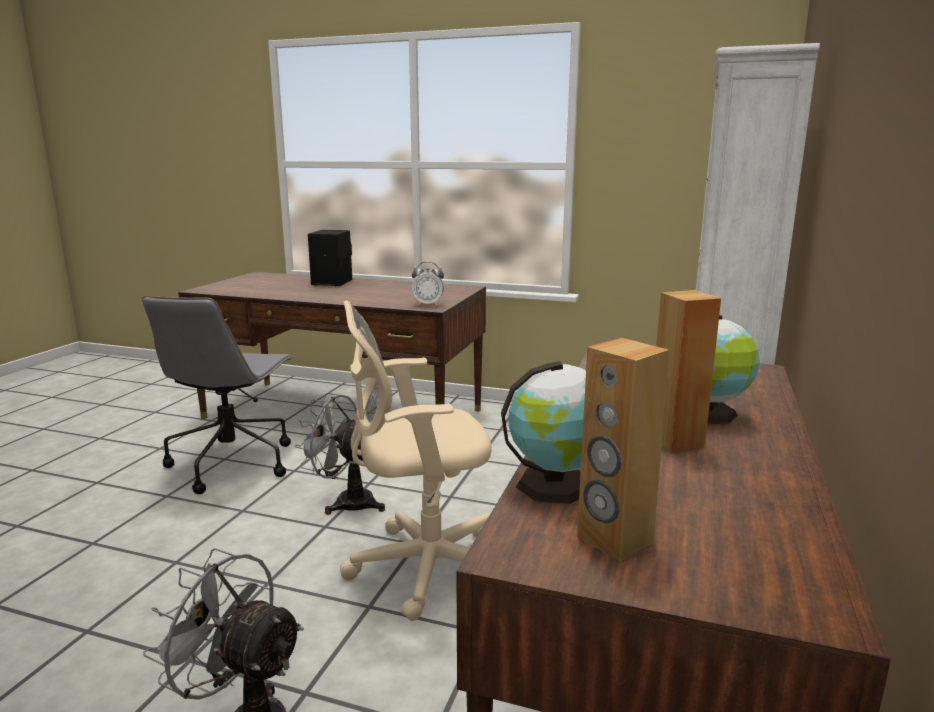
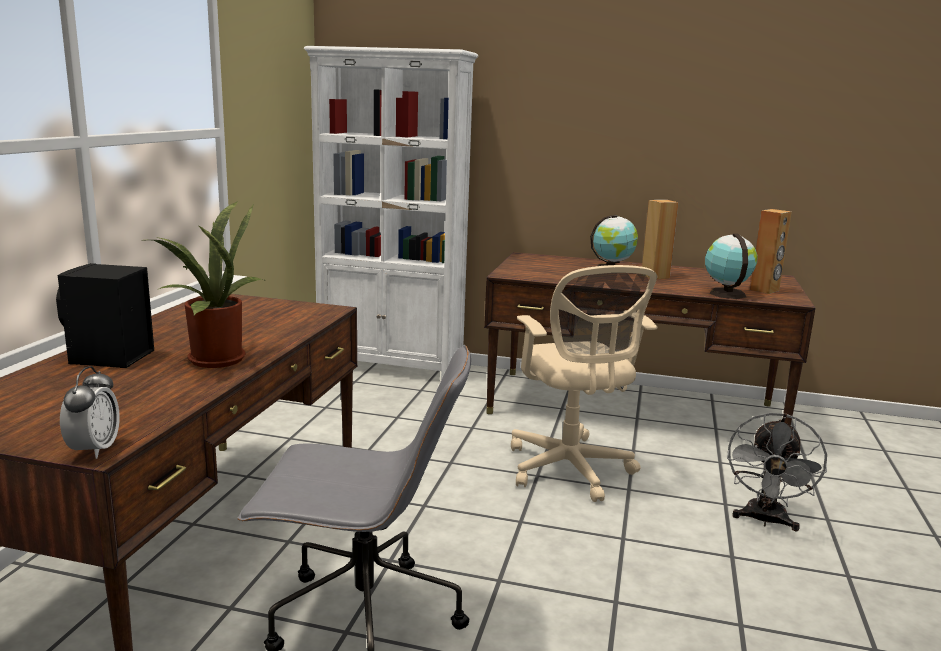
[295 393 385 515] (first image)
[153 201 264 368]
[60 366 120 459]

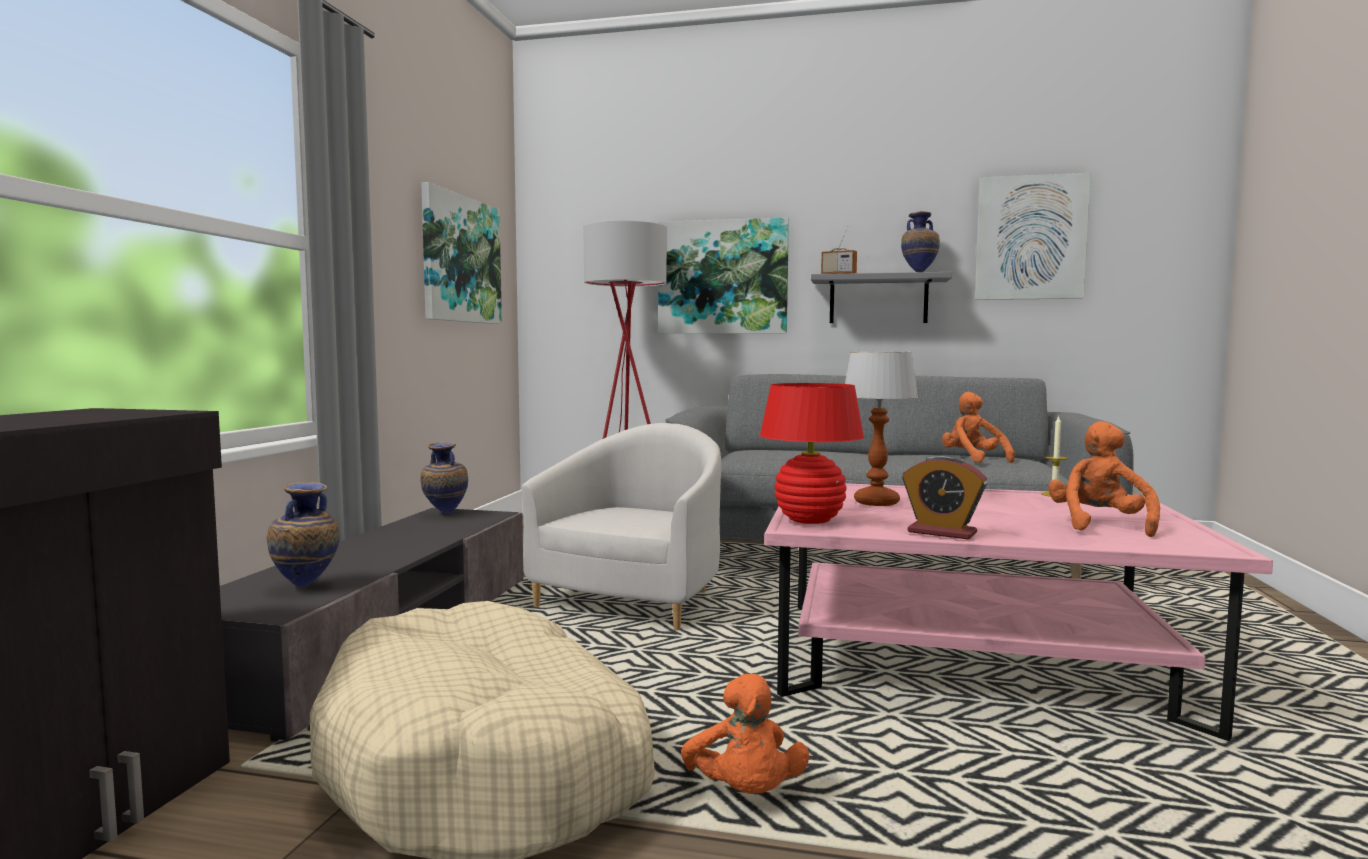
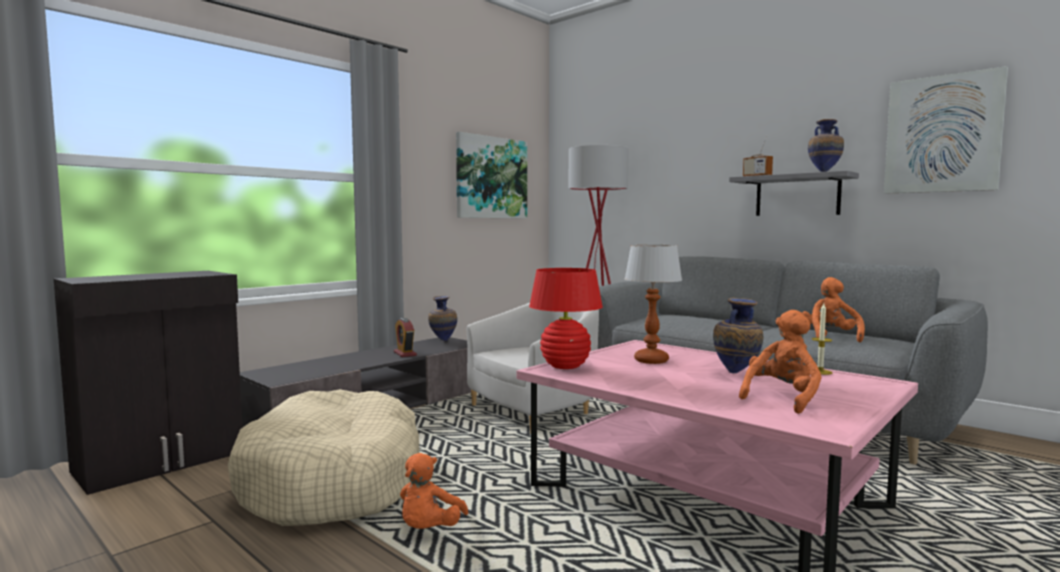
[658 217 789 334] (first image)
[713 298 763 373]
[394 318 417 357]

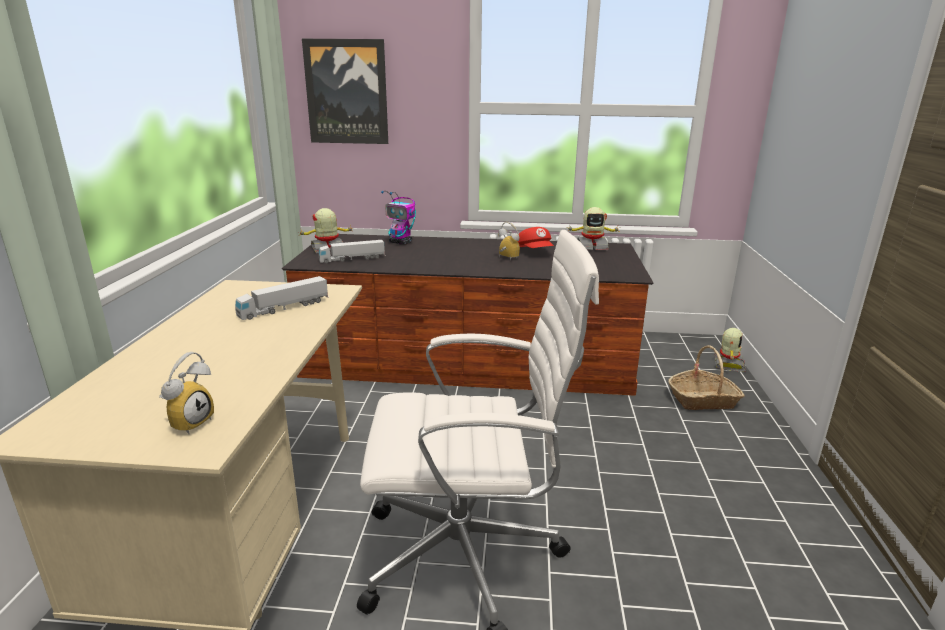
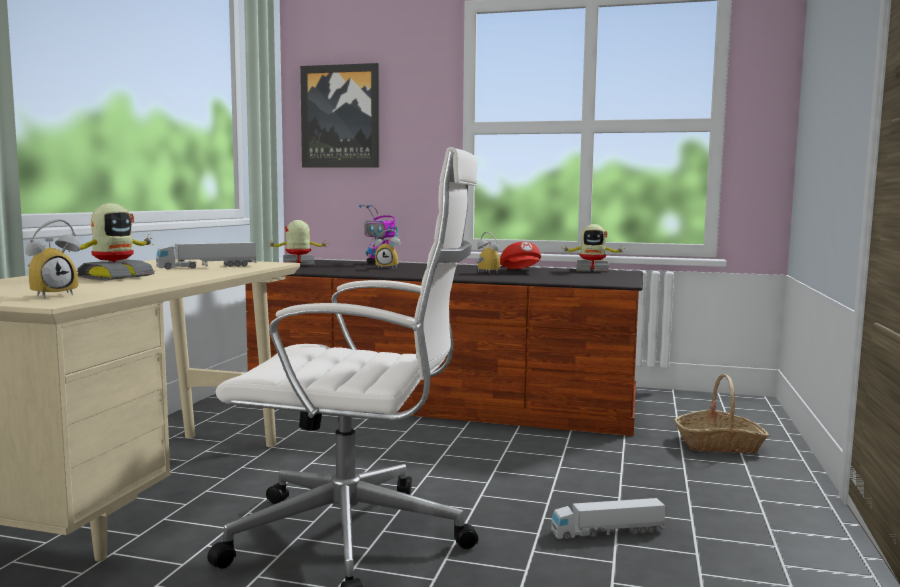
[375 229 401 269]
[551 498 665 540]
[69 203 155 281]

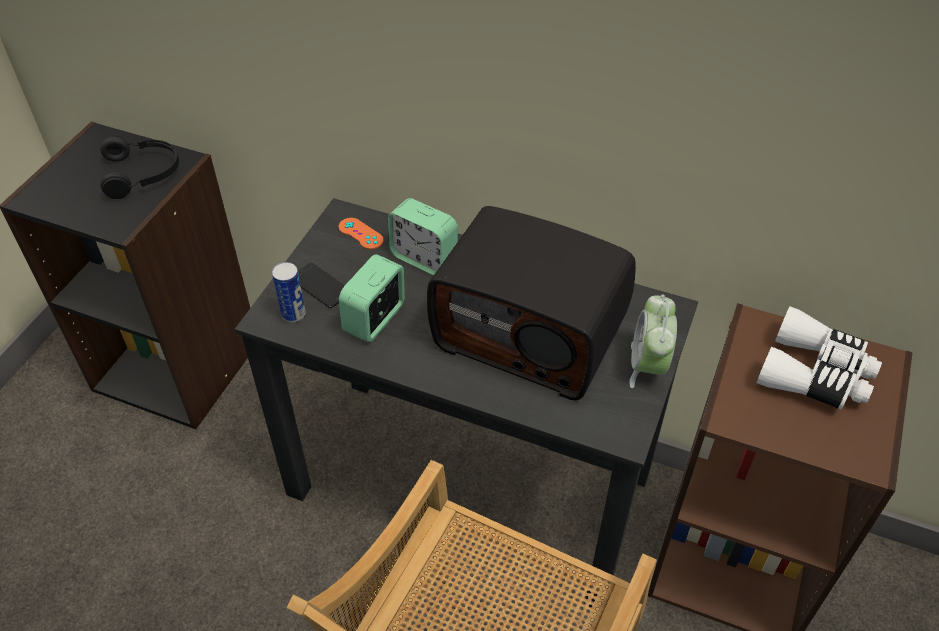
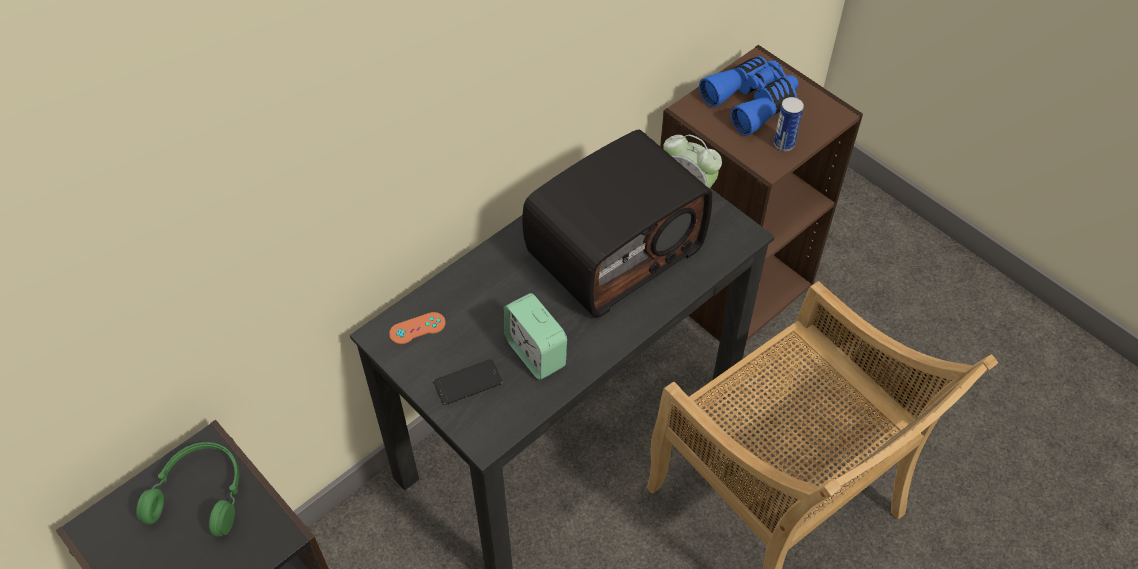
[388 198 458 276] (first image)
[774 97 804 151]
[136 442 239 536]
[699 56 799 136]

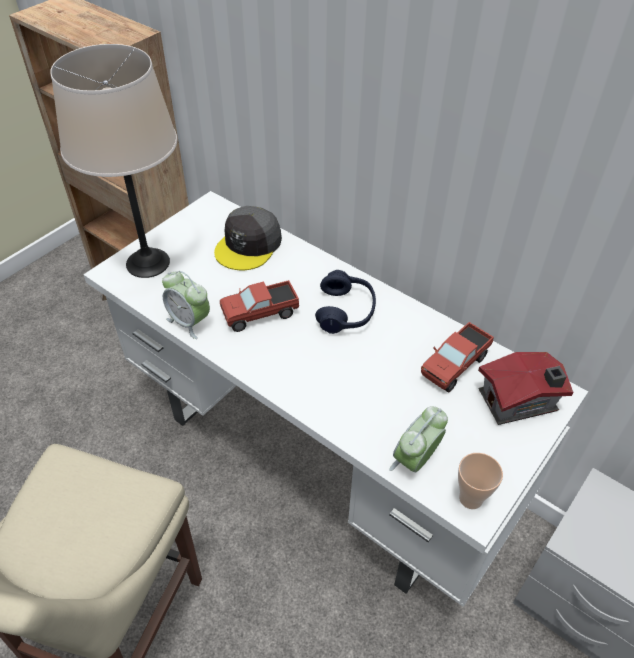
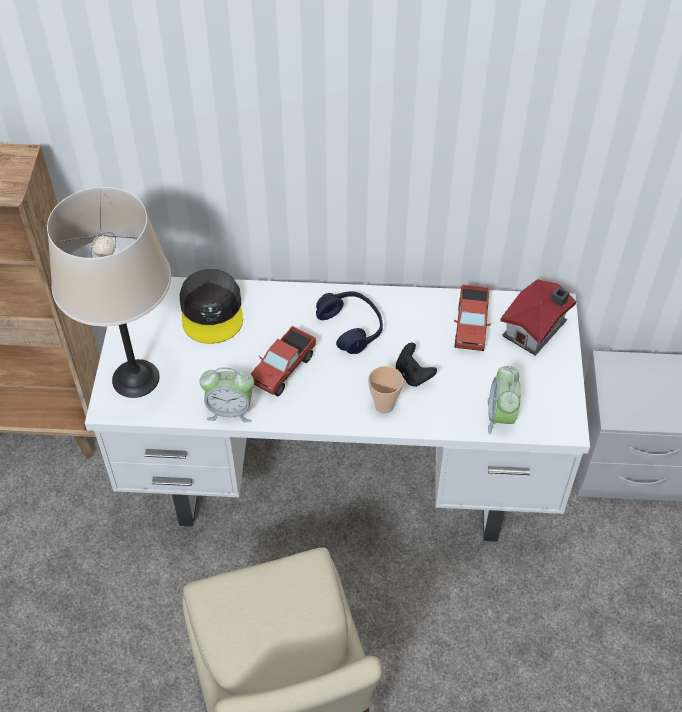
[396 343 437 387]
[368 366 403 414]

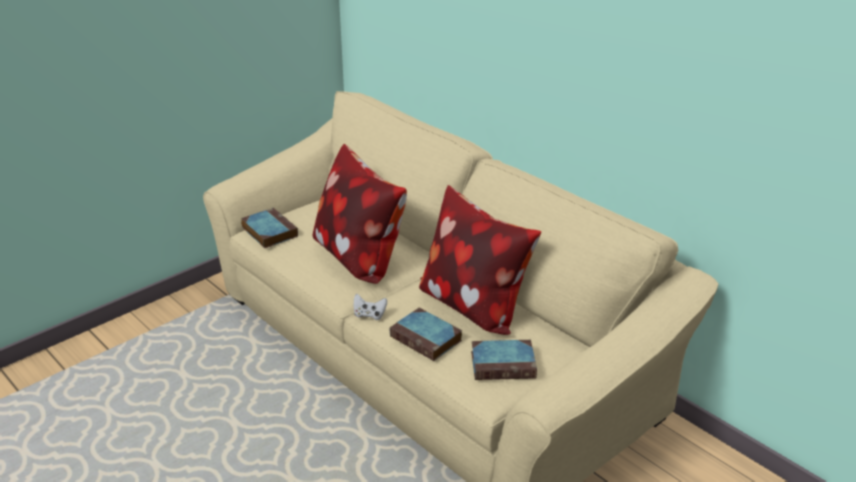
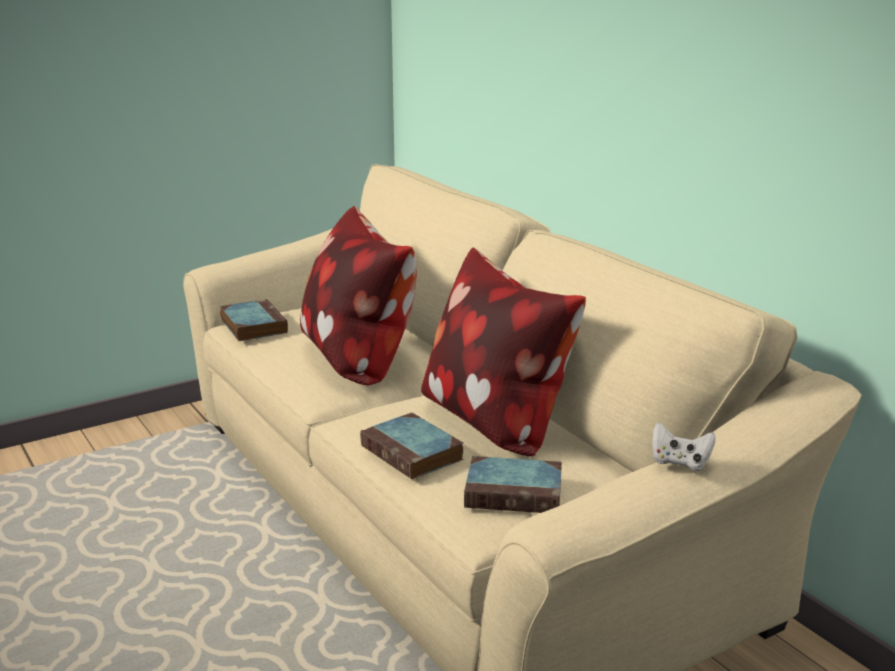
[652 422 716 471]

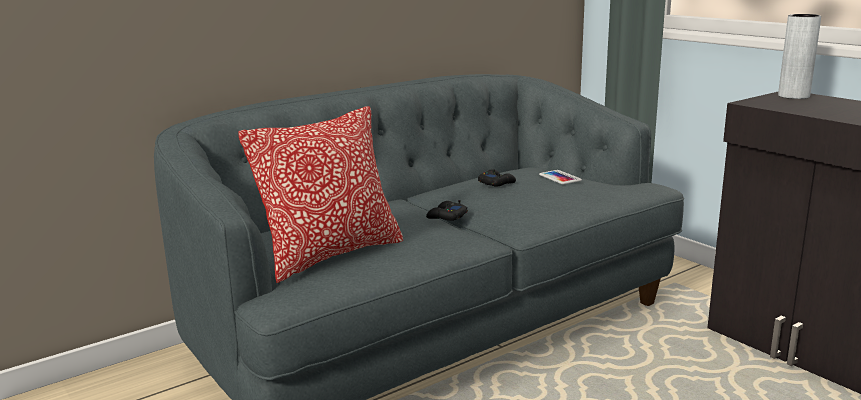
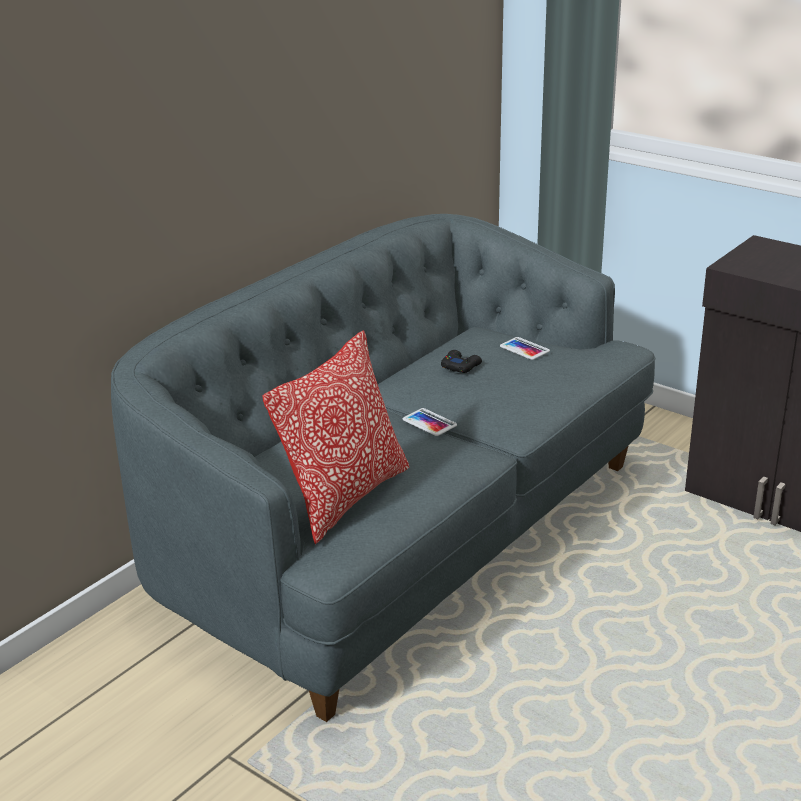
[778 14 821 99] (first image)
[403 408 457 436]

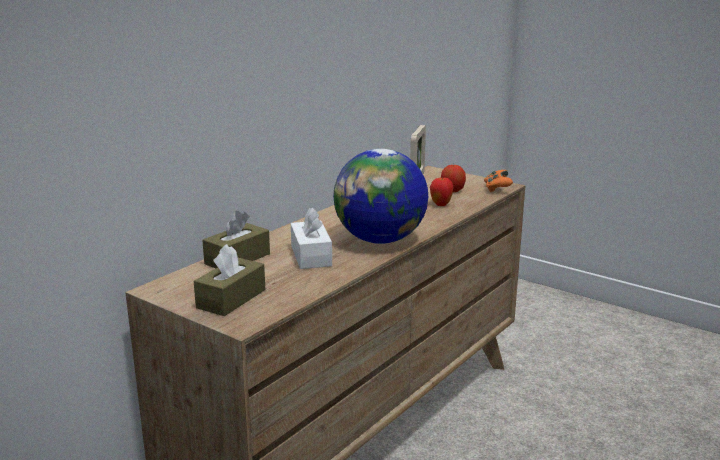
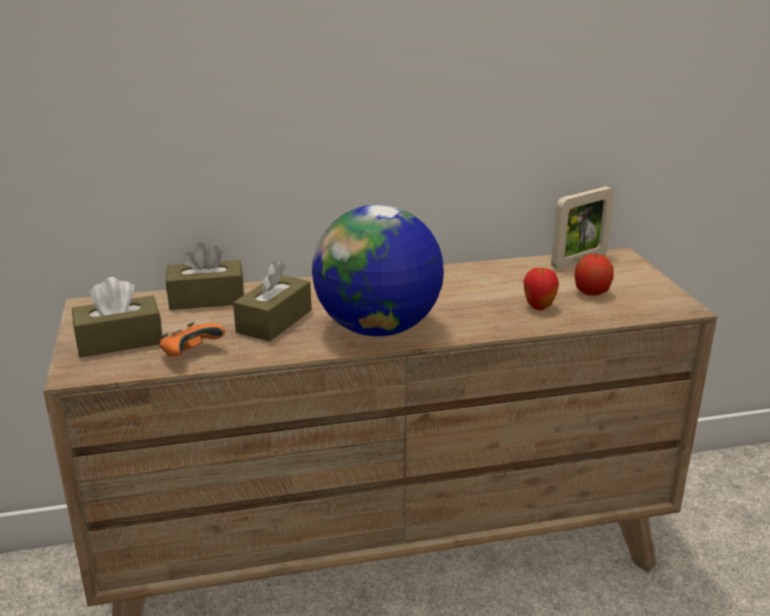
[159 322 225 357]
[233 261 312 342]

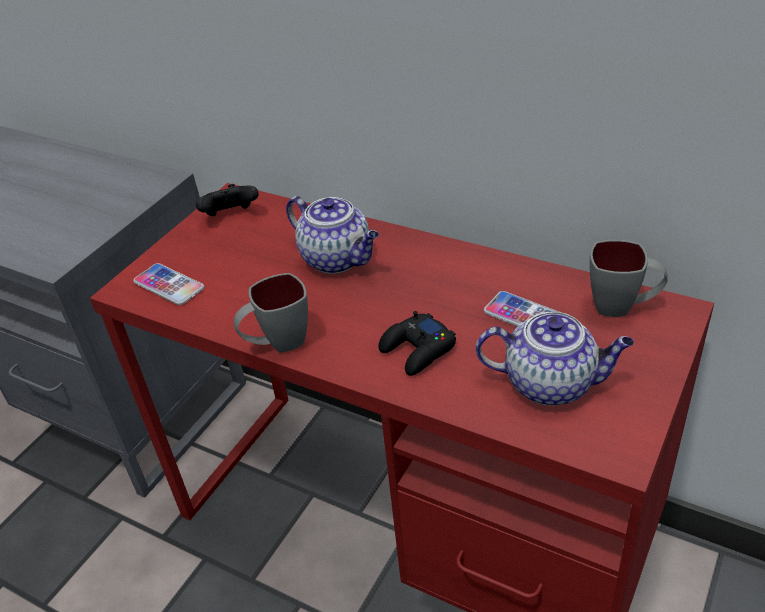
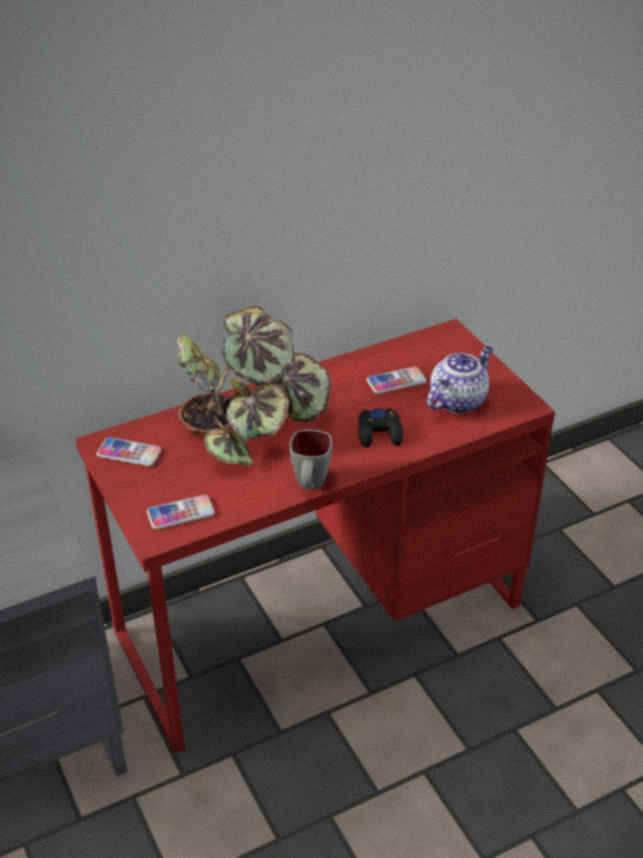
[589 240 668 317] (first image)
[96 437 161 466]
[177 306 332 466]

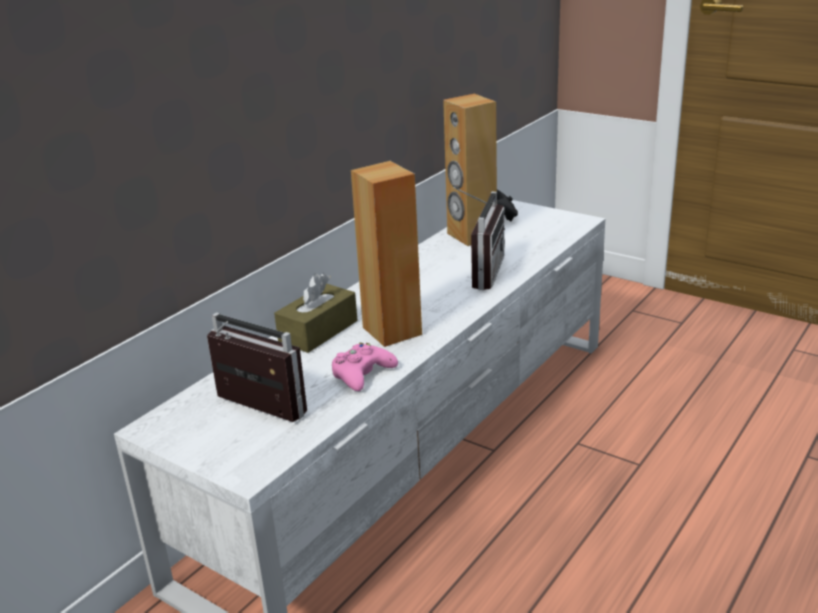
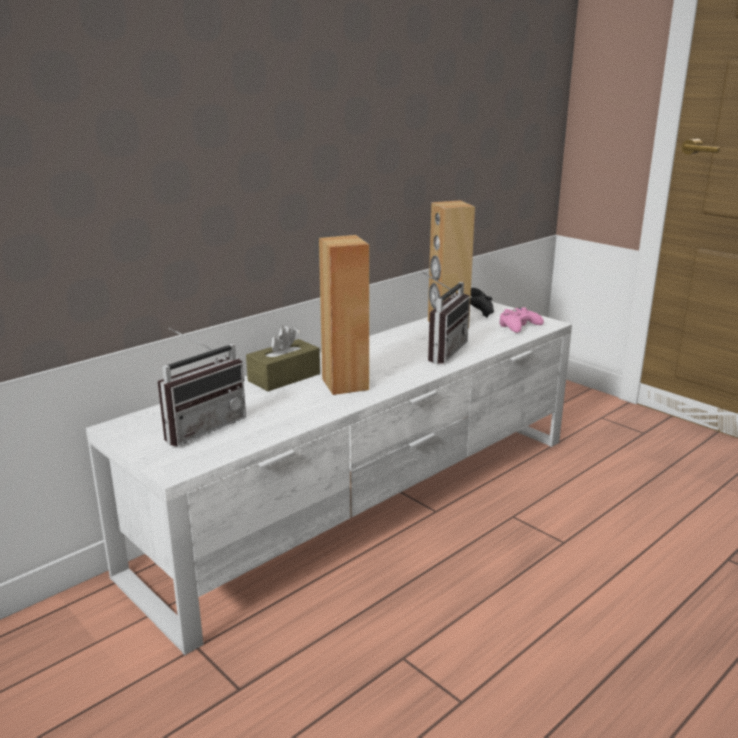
[499 307 544 333]
[158 328 246 446]

